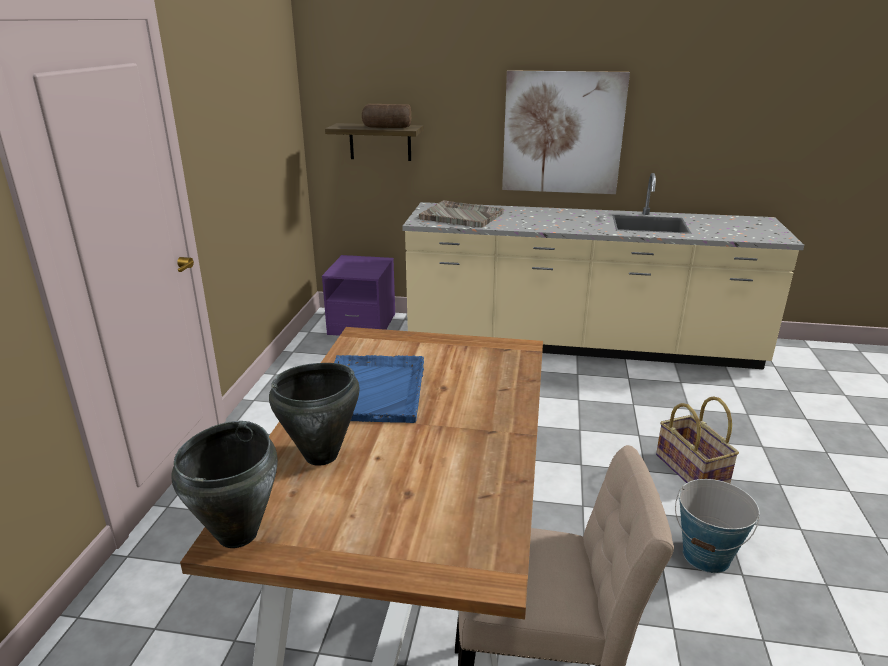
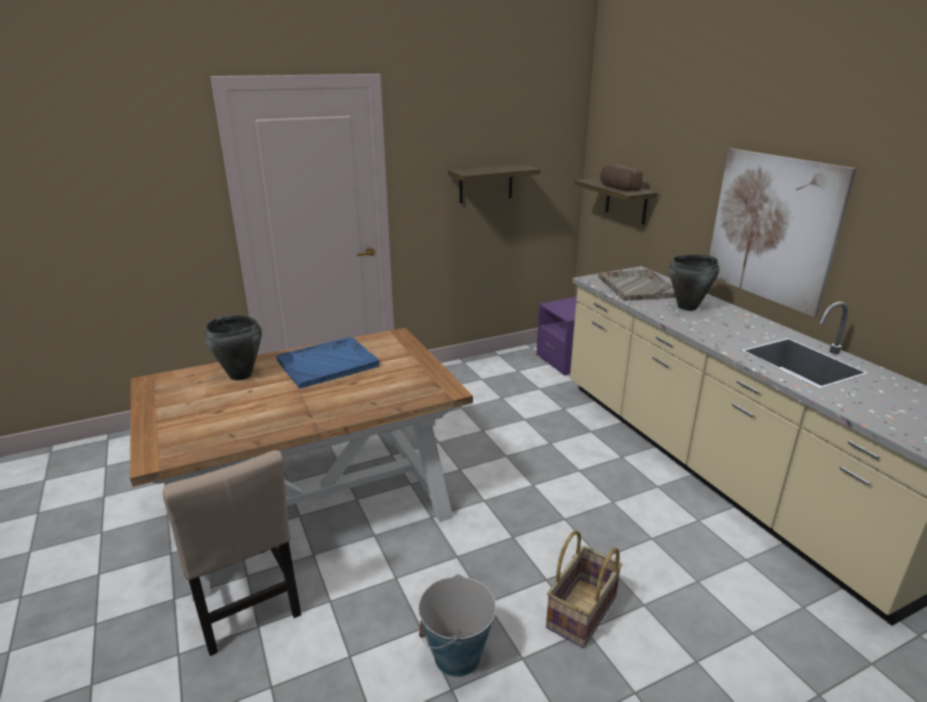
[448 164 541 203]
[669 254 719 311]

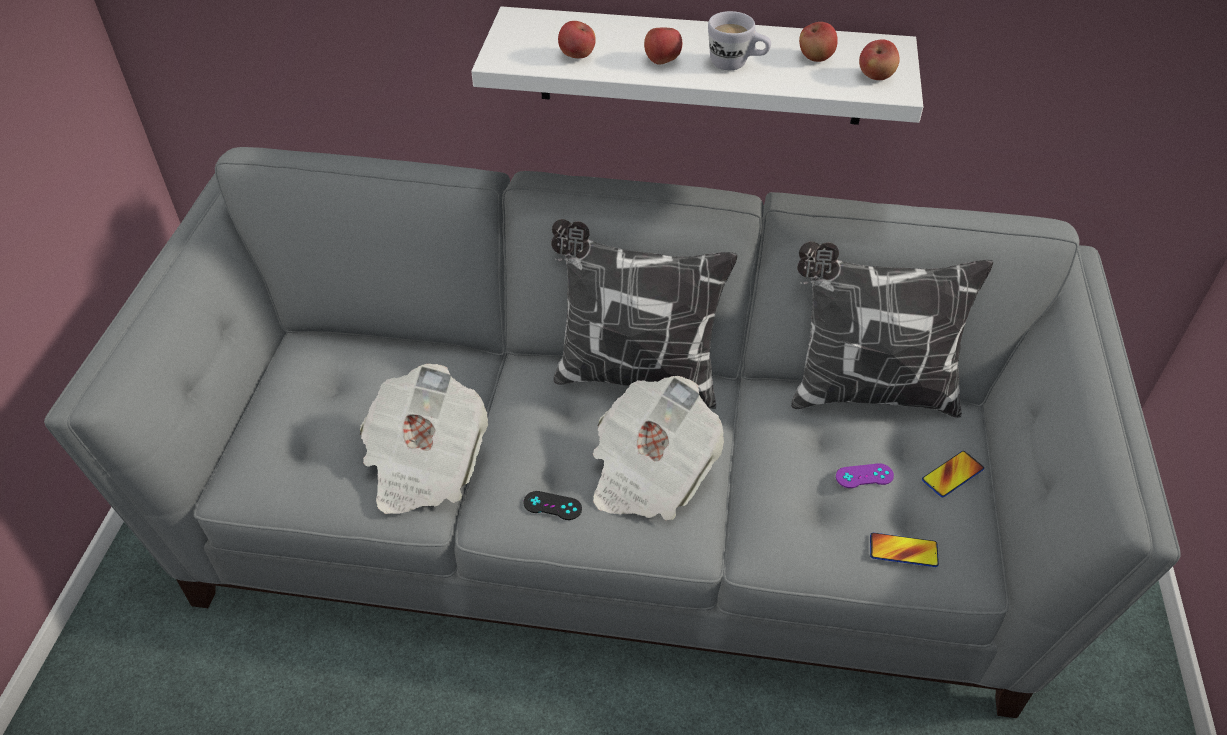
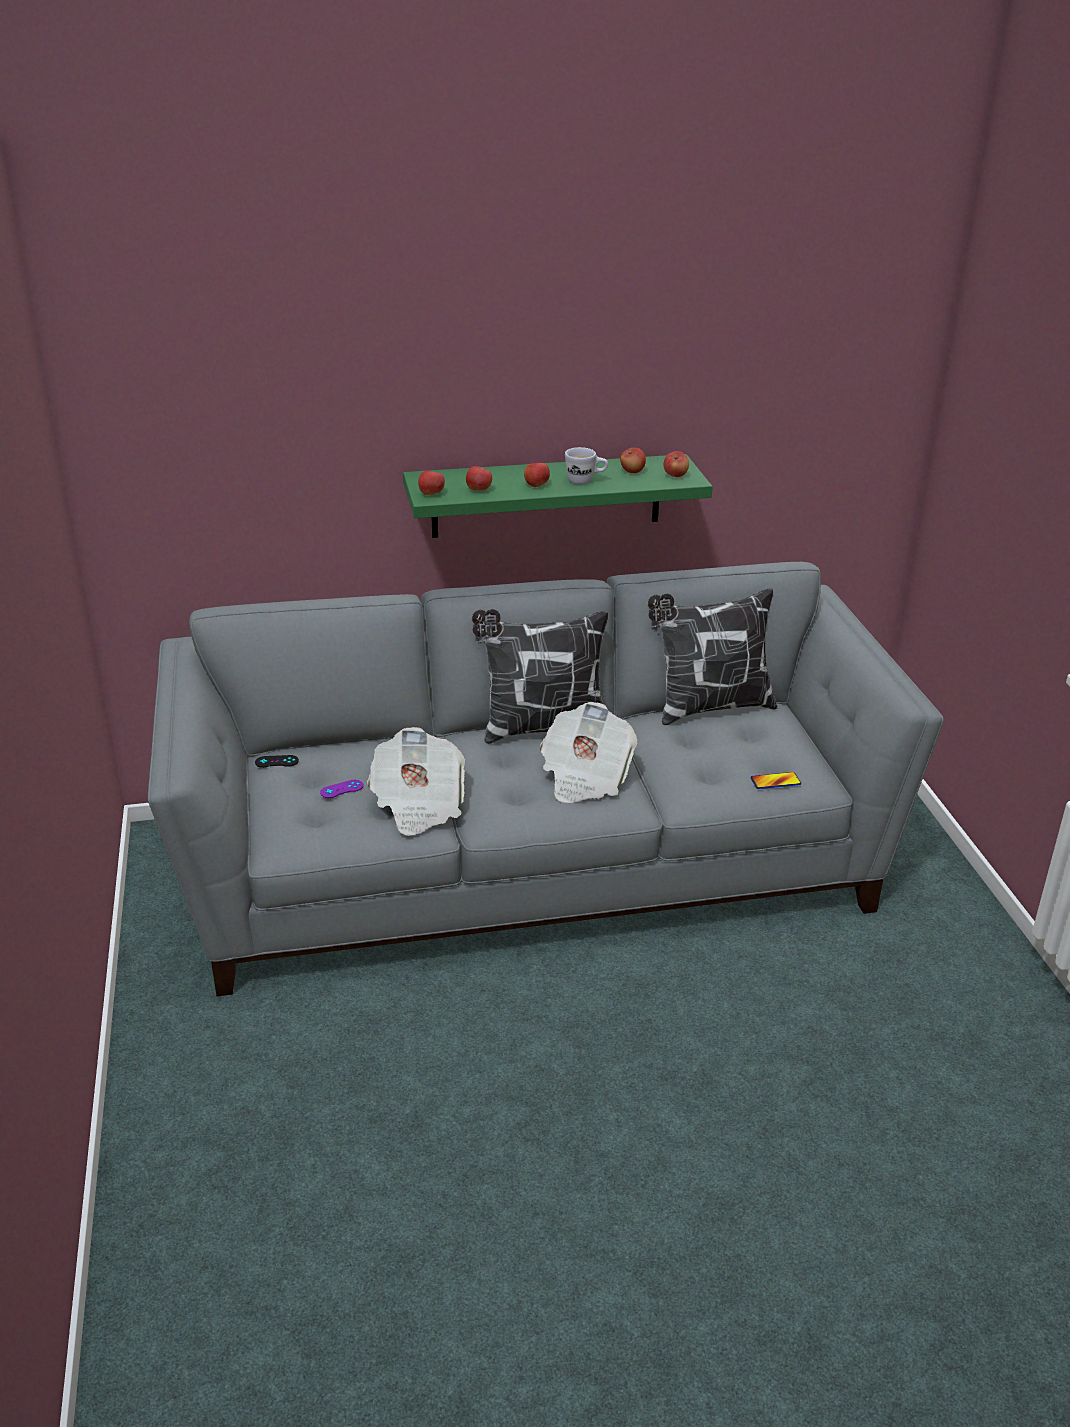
[922 451 984 497] (first image)
[418 471 445 495]
[255 755 299 768]
[320 780 363 798]
[403 454 713 538]

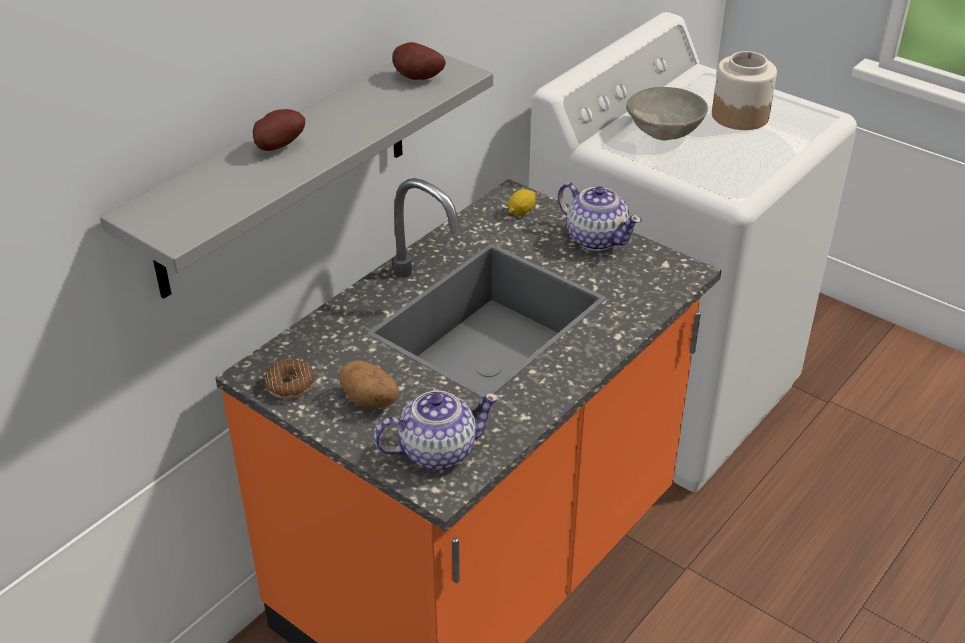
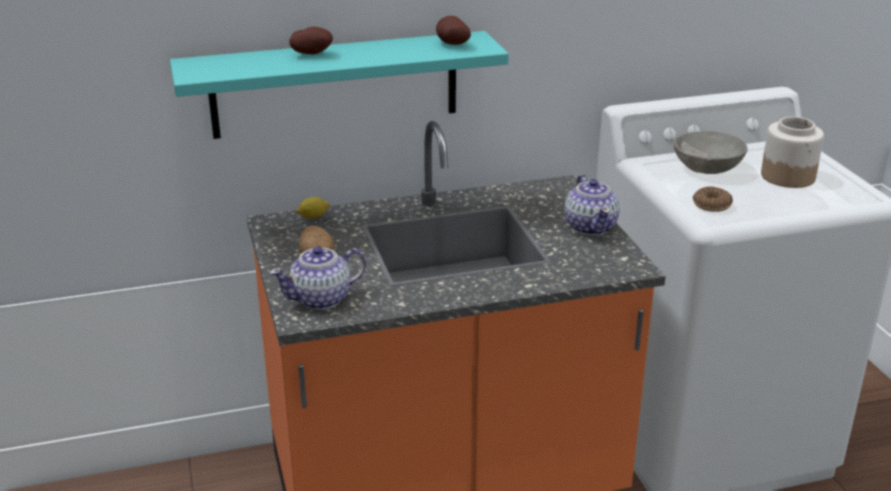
[693 187 733 212]
[296 197 330 218]
[170 31 509 139]
[270 246 366 310]

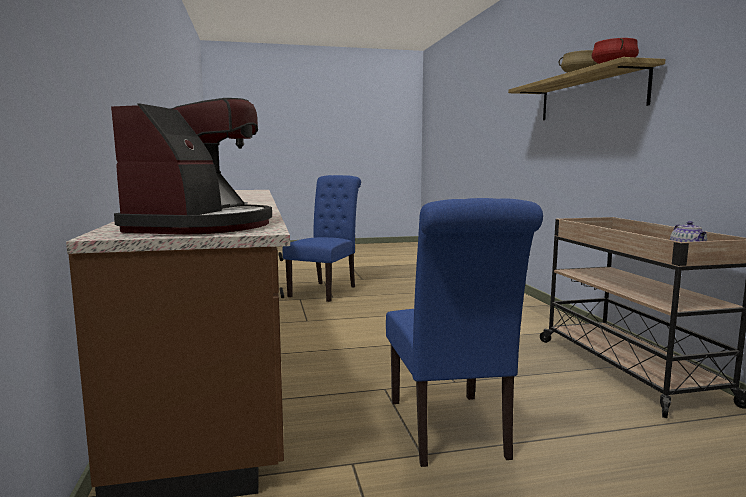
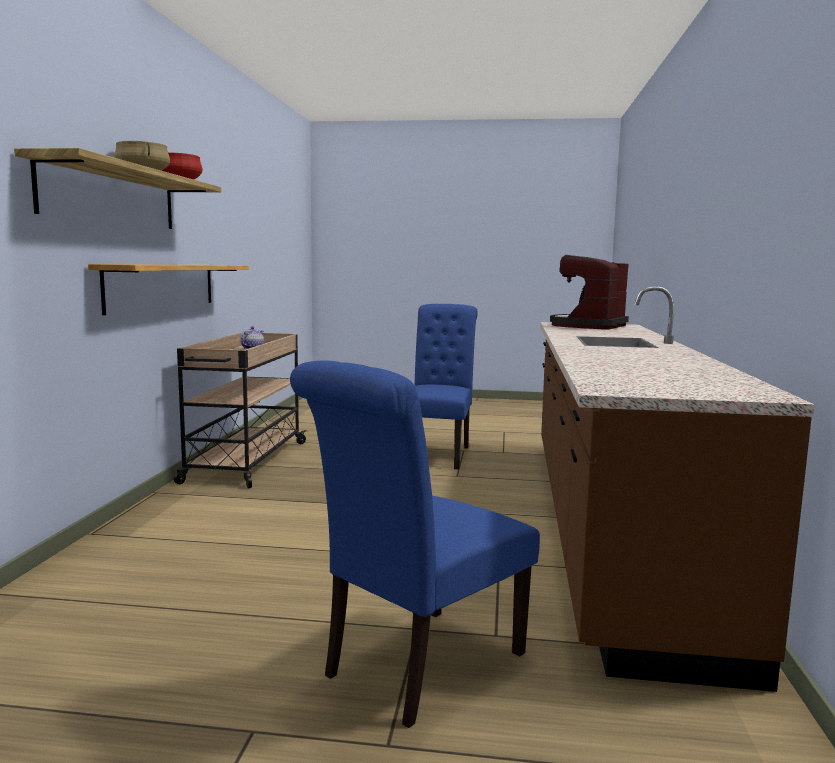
[88 264 249 315]

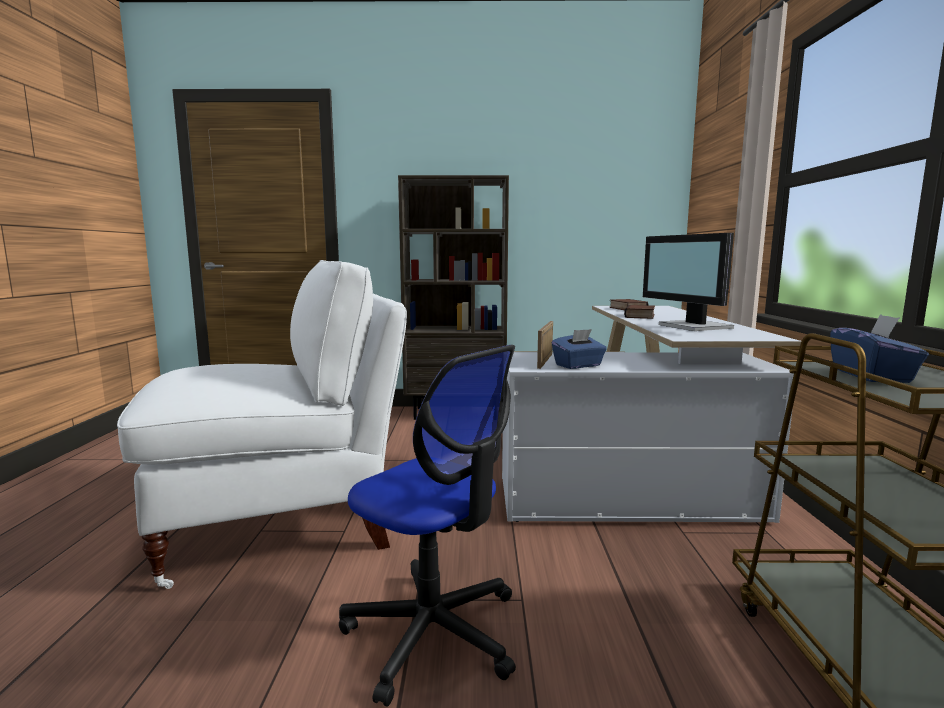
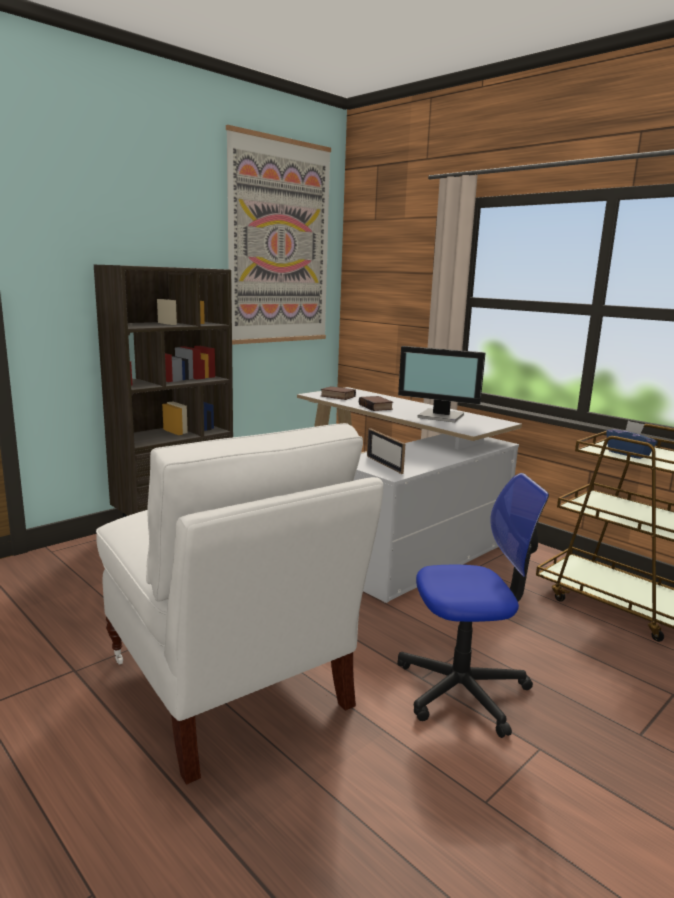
[552 329 607 369] (first image)
[226 125 331 345]
[96 423 383 785]

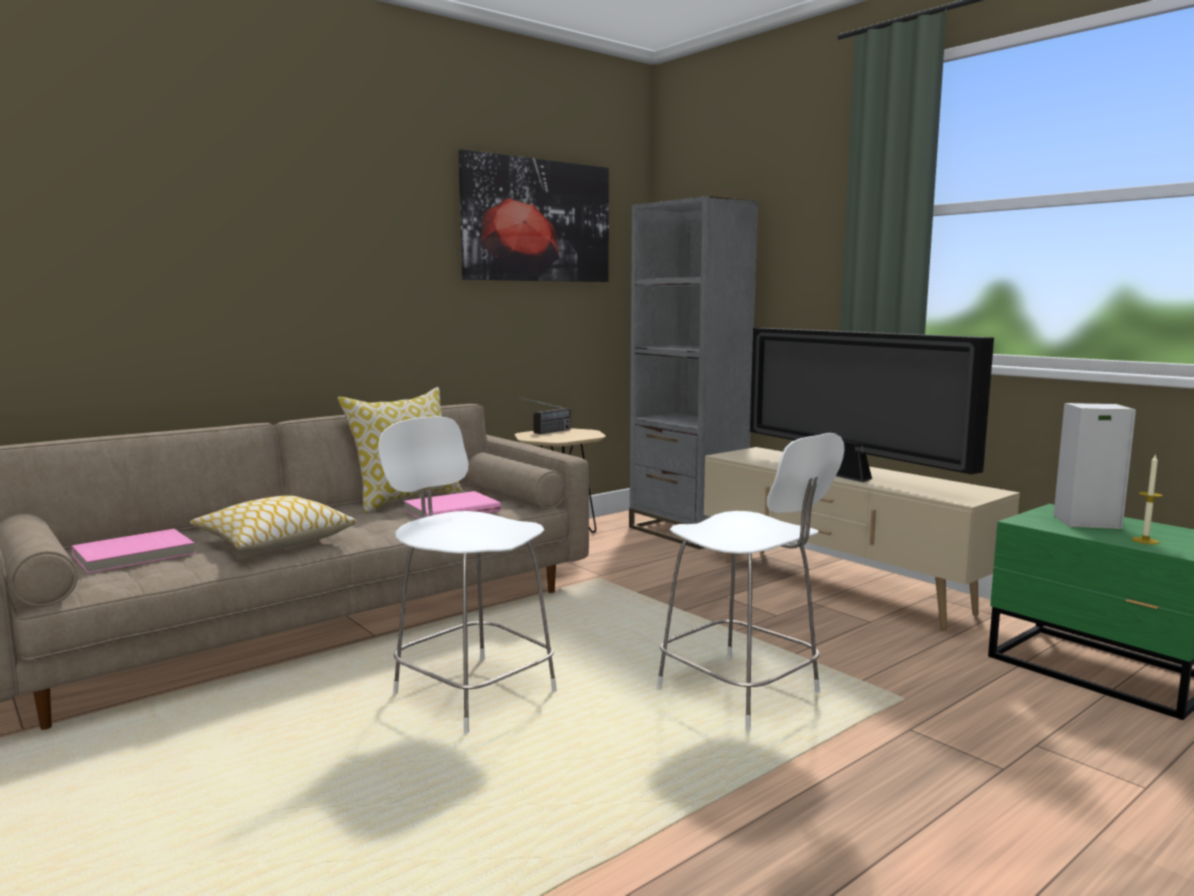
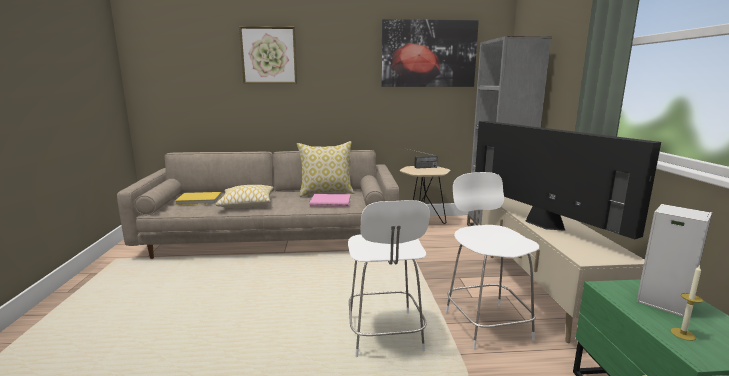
[239 26 297 84]
[446 172 539 349]
[175 192 222 205]
[475 121 661 239]

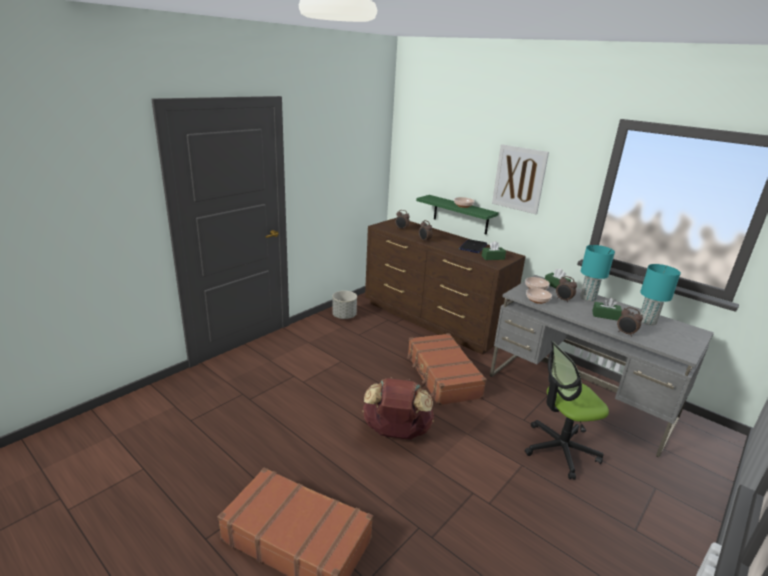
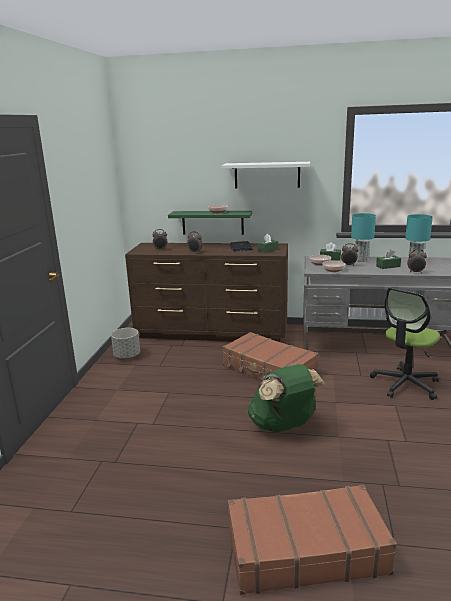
[222 162 310 189]
[248 364 325 433]

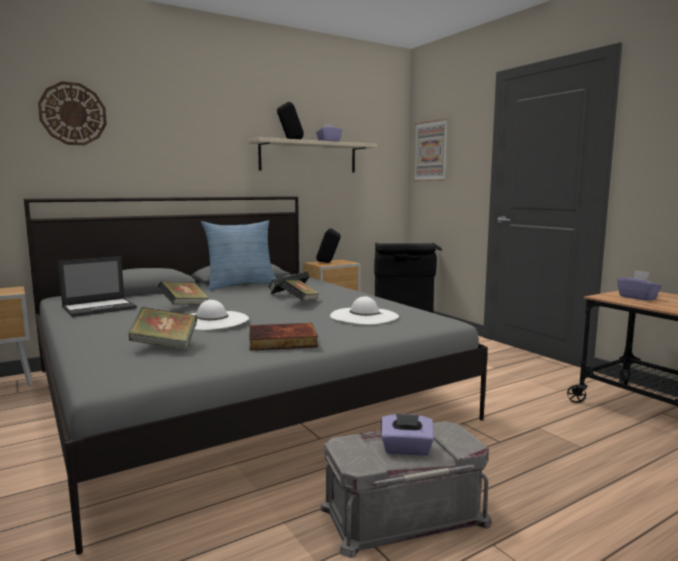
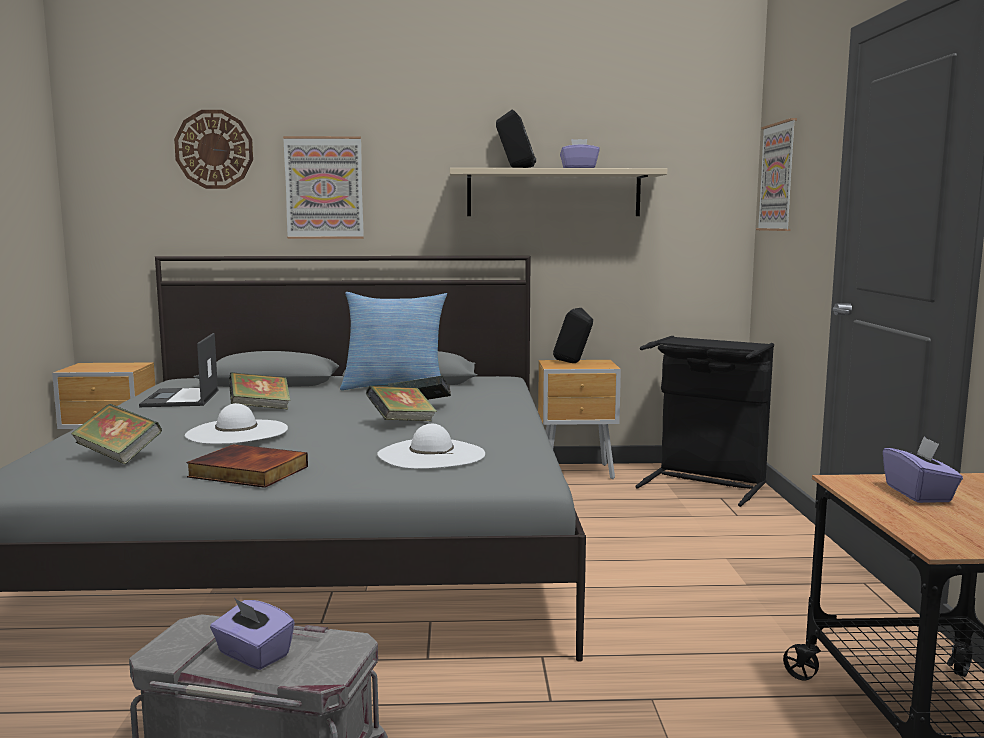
[283 136 364 239]
[139 333 218 407]

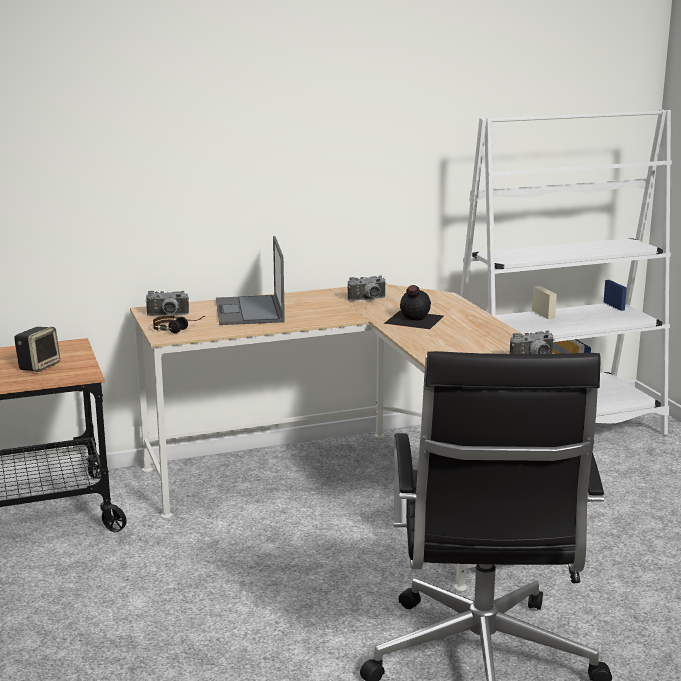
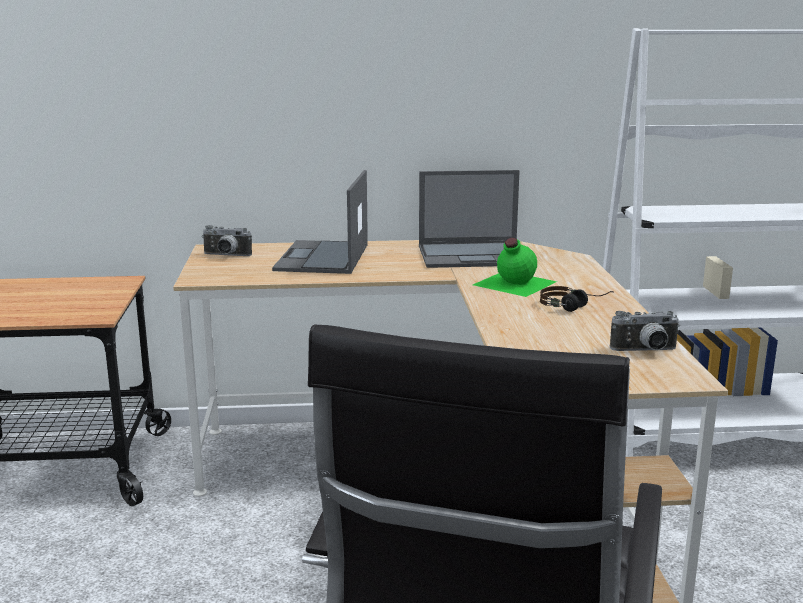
[14 327 60 372] (first image)
[540 286 613 312]
[419 170 520 268]
[473 238 557 297]

